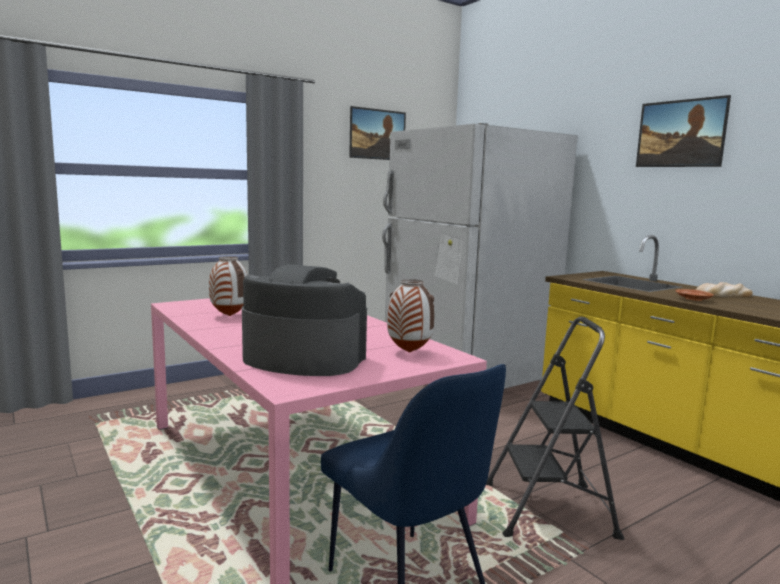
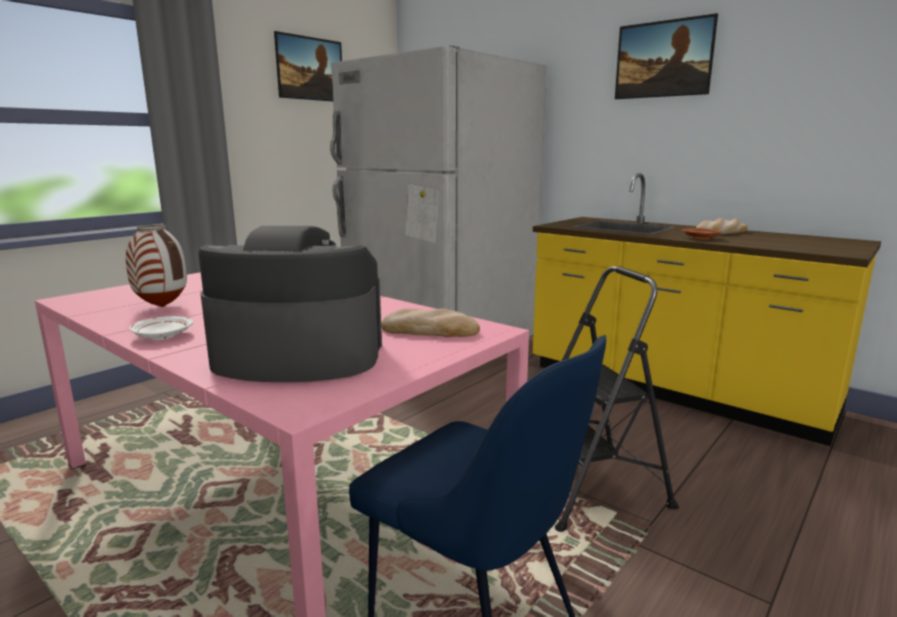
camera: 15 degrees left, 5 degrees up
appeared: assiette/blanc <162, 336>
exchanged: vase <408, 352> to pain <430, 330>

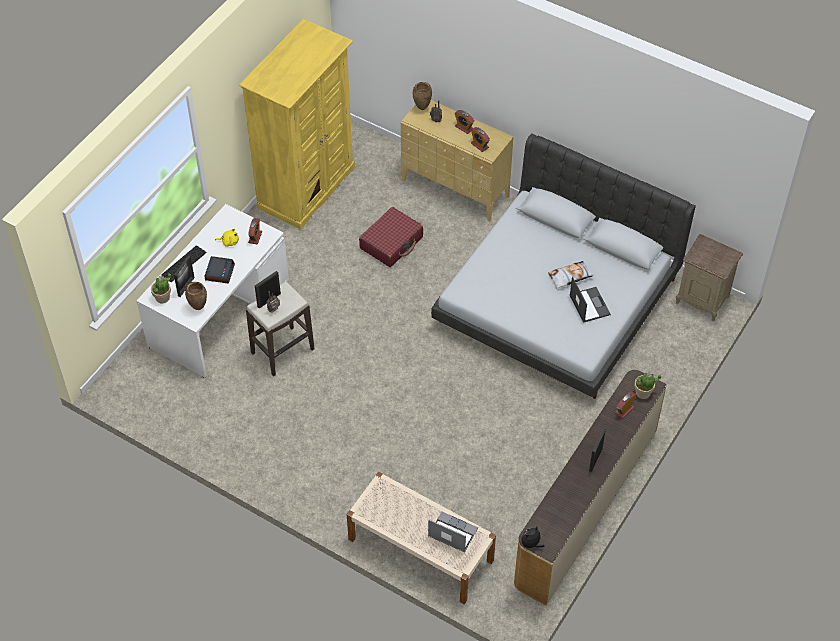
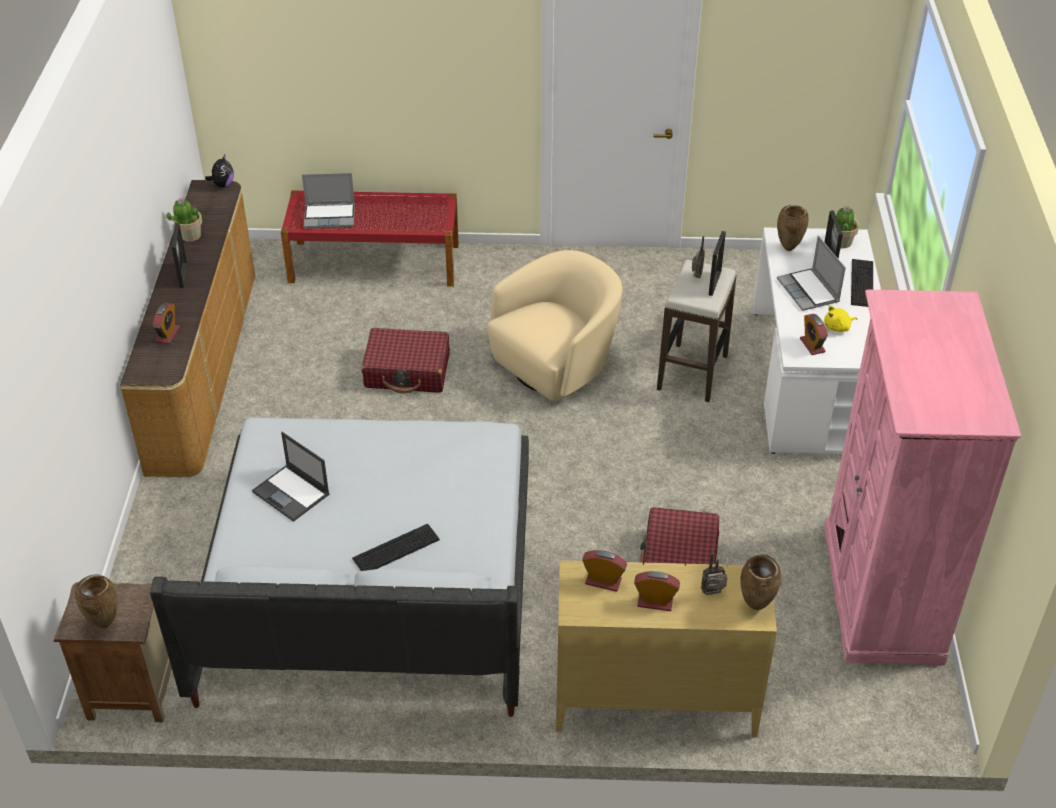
camera: 150 degrees right, 10 degrees down
missing: coussin <570, 277>
appeared: fauteuil/beige <556, 365>; valise/rouge <407, 371>; clavier <396, 549>; vase/marron <105, 623>
relocated: plante en pot <643, 393> to <190, 235>
exchanged: réveil <219, 272> to ordinateur portable <809, 291>
colour: armoire/jaune <306, 187> to armoire/rose <880, 592>; banc/beige <420, 550> to banc/rouge <374, 262>

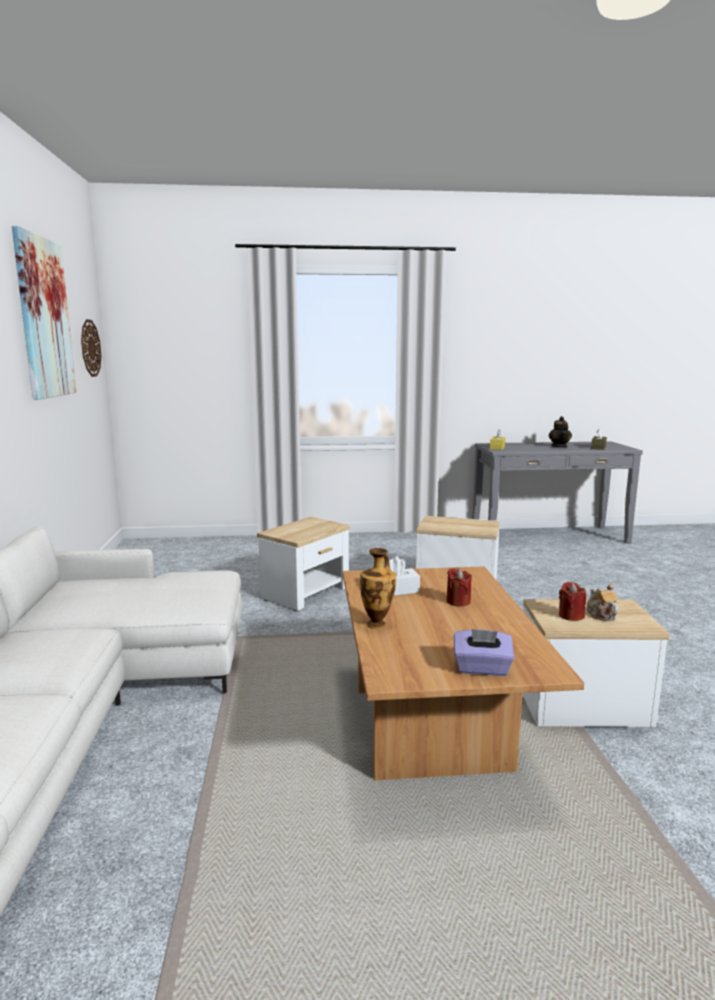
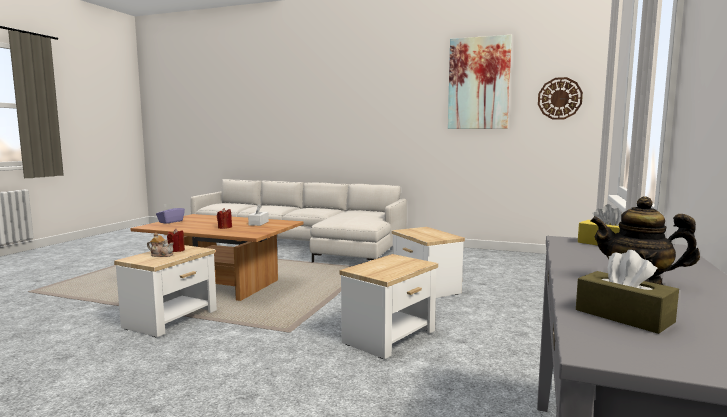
camera: 115 degrees right, 5 degrees down
missing: vase <377, 624>

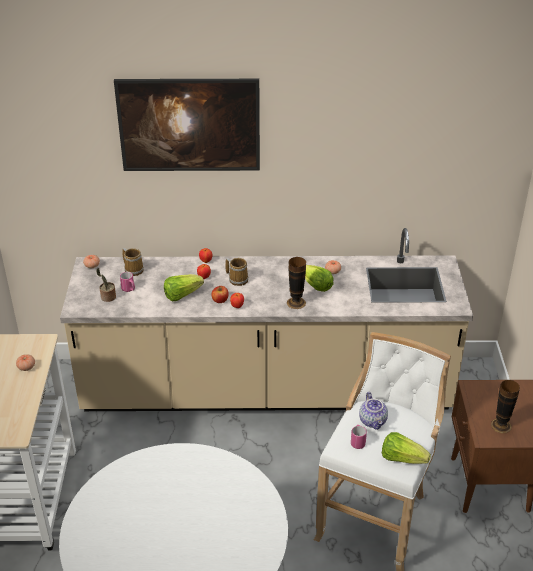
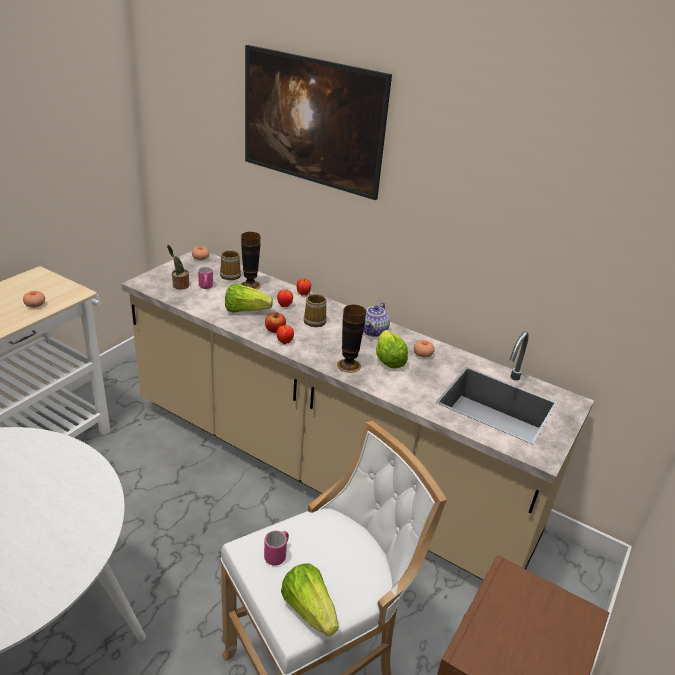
camera: 30 degrees right, 5 degrees down
relocated: vase <501, 425> to <250, 285>; théière <373, 421> to <374, 332>

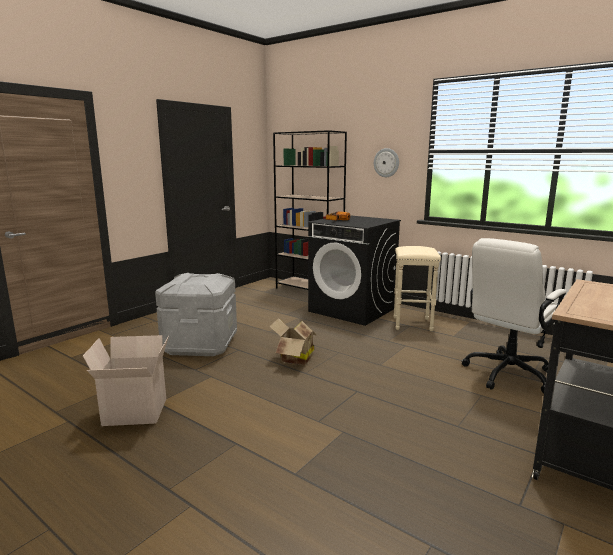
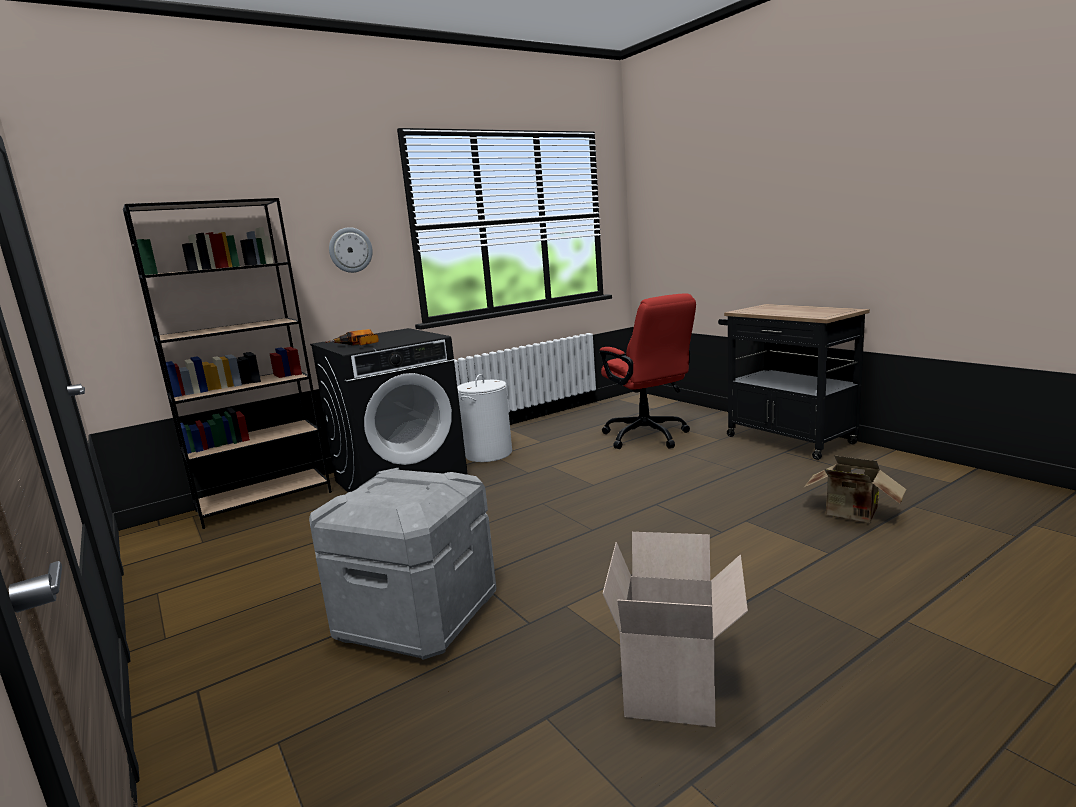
camera: 70 degrees left, 0 degrees up
relocated: carton <294, 359> to <852, 515>
exchanged: tabouret/beige <413, 323> to panier à linge/blanc <488, 453>
colour: chaise de bureau/blanc <506, 376> to chaise de bureau/rouge <648, 438>

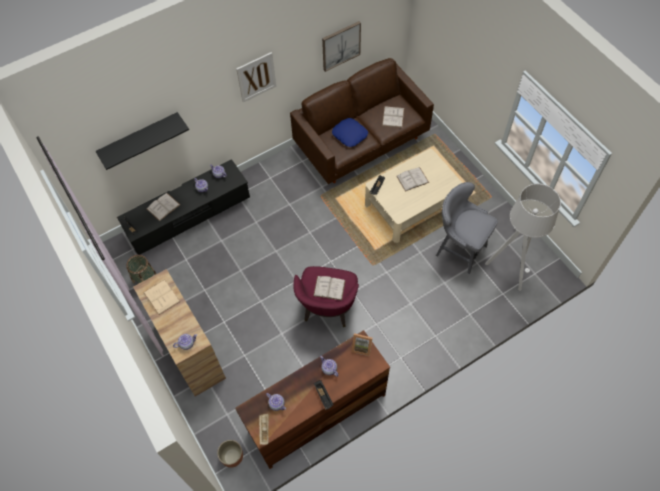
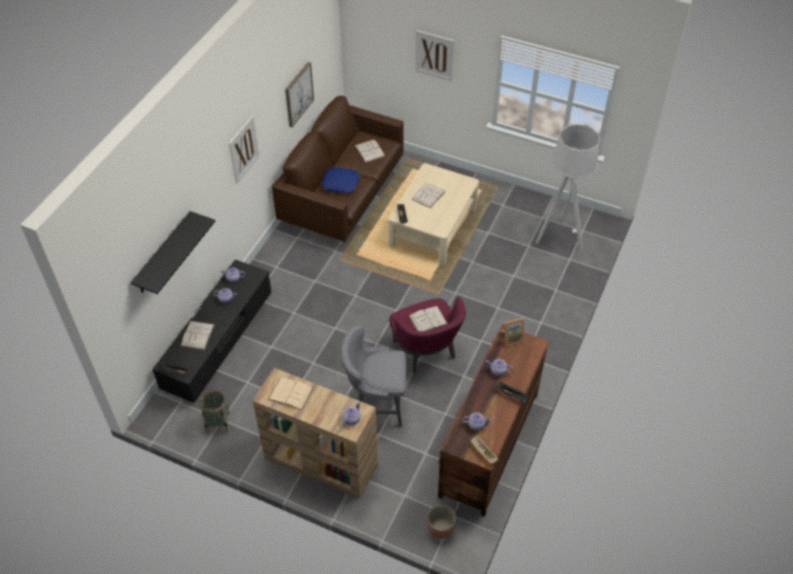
camera: 35 degrees left, 10 degrees down
appeared: tableau <434, 55>
relocated: tabouret/gris <459, 249> to <375, 406>

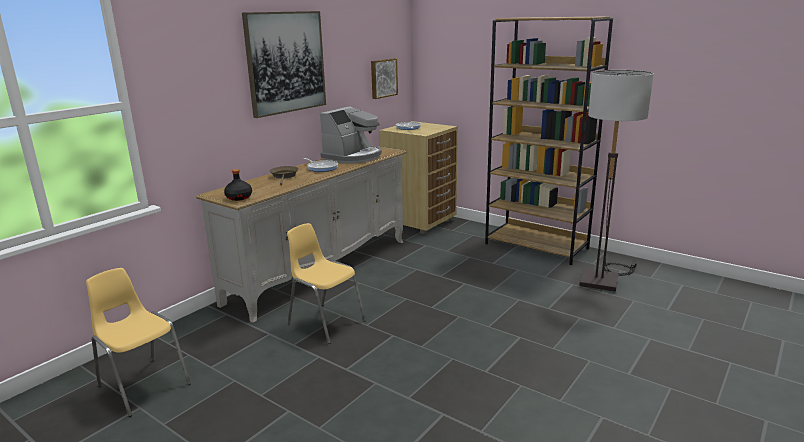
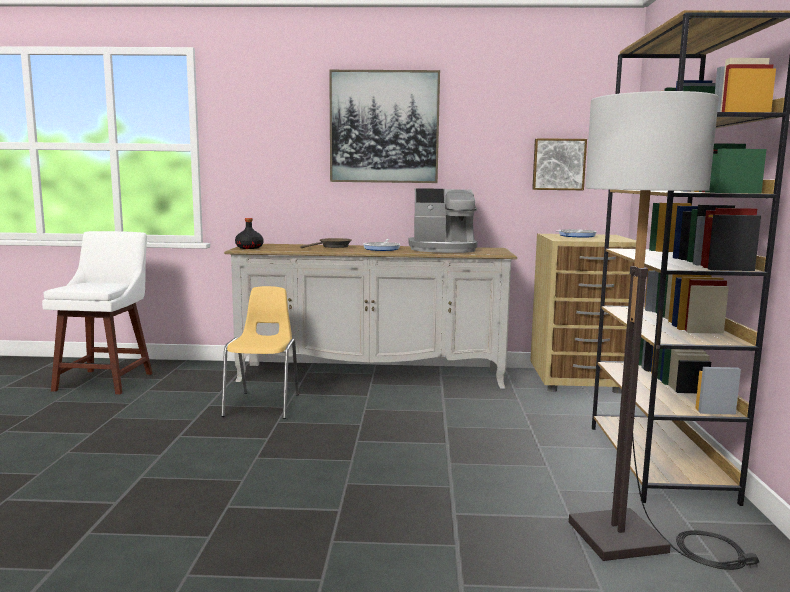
camera: 55 degrees right, 10 degrees down
exchanged: chaise/jaune <143, 385> to tabouret/blanc <107, 380>

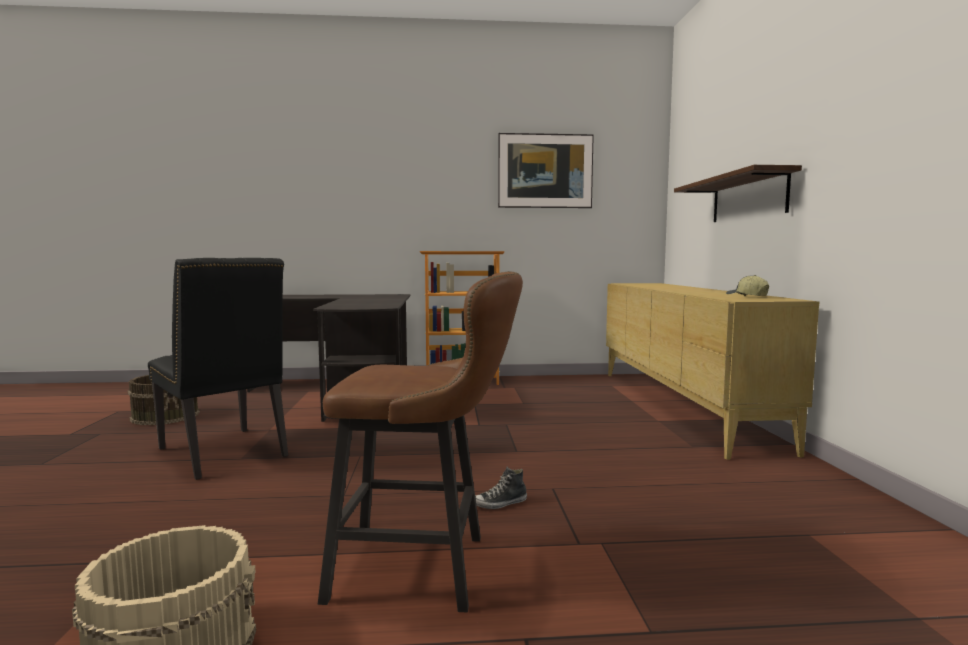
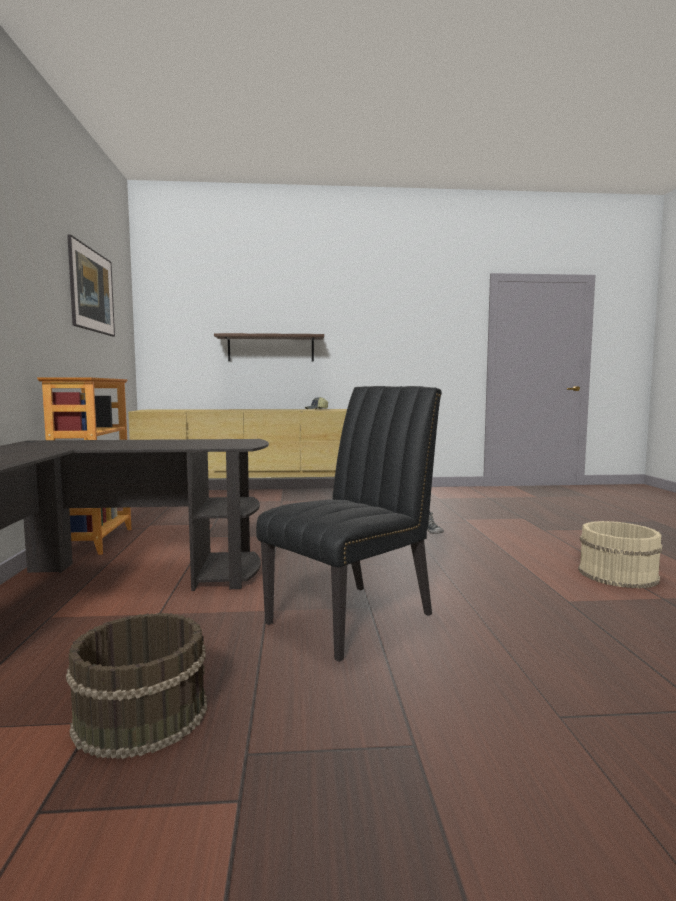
camera: 90 degrees left, 0 degrees up
missing: tabouret/marron <430, 568>

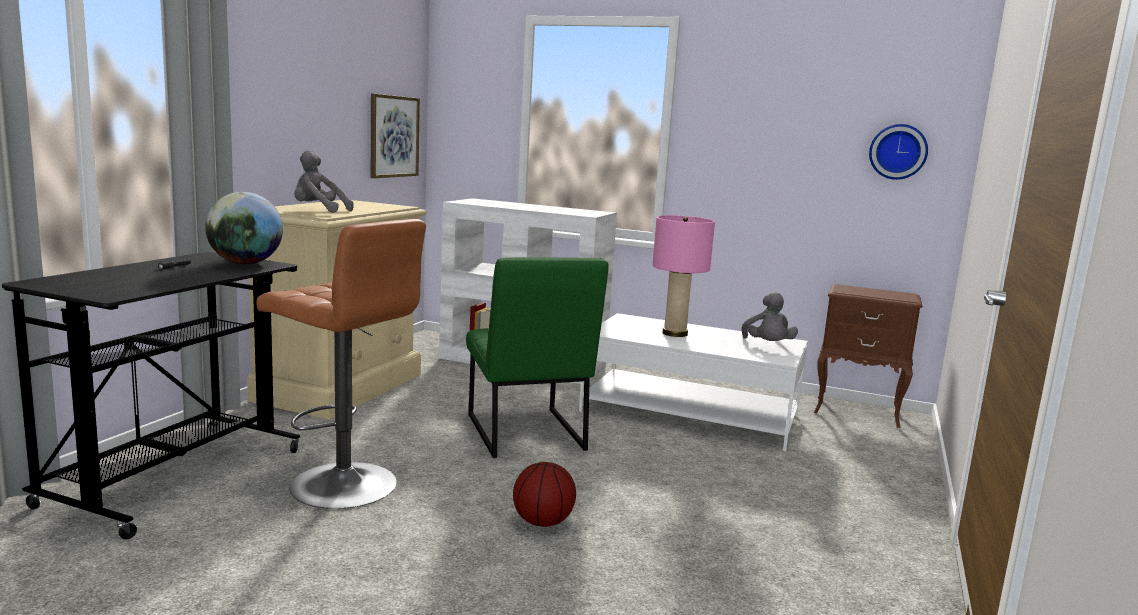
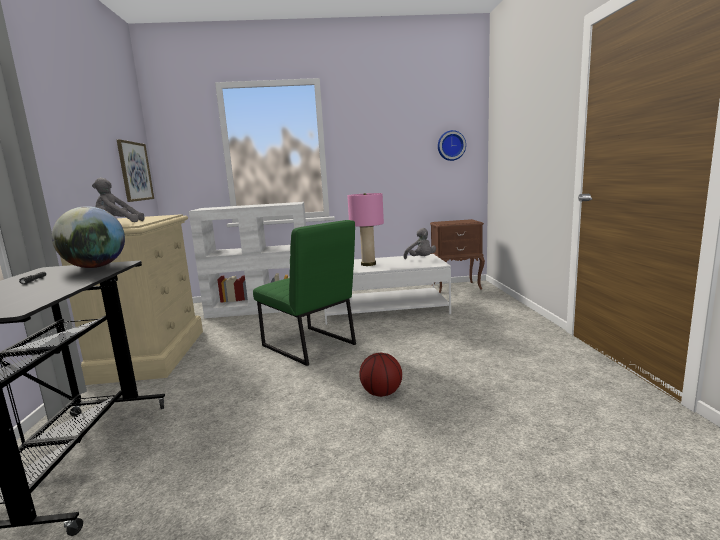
camera: 25 degrees left, 0 degrees up
missing: tabouret/marron <343, 486>

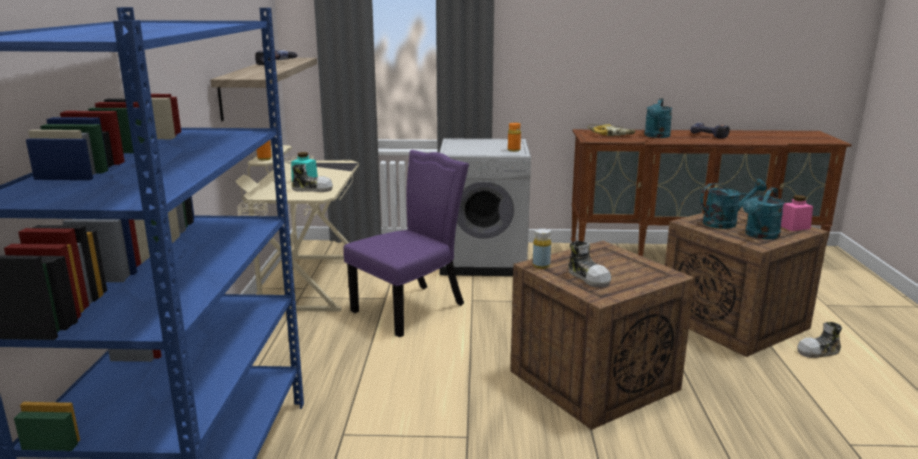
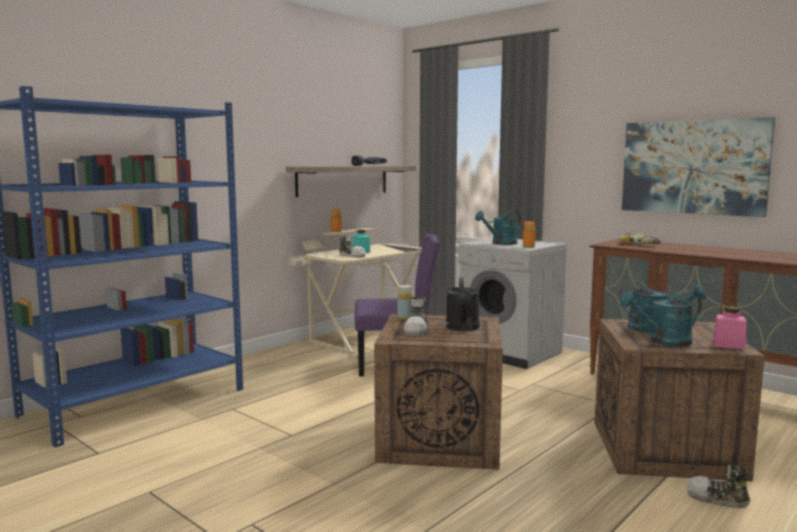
camera: 40 degrees right, 10 degrees down
missing: perceuse <710, 135>
appeared: tableau <693, 167>; arrosoir/noir <463, 328>
relocated: arrosoir/turquoise <656, 136> to <500, 243>

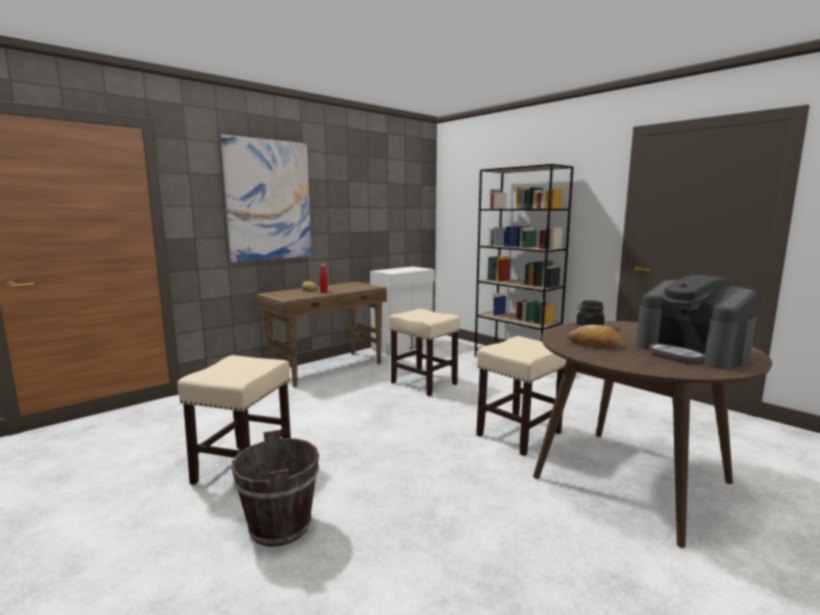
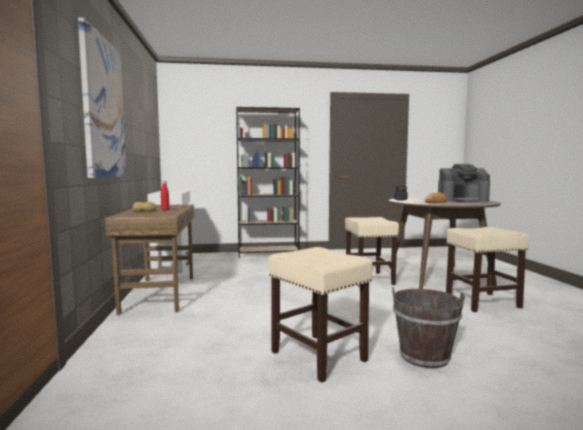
camera: 55 degrees left, 5 degrees down
relocated: tabouret/beige <423, 383> to <481, 302>

